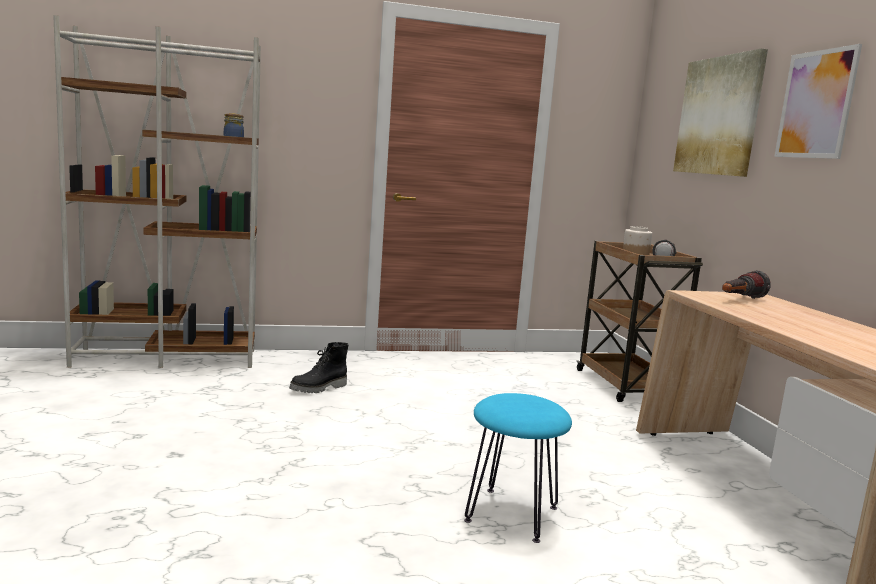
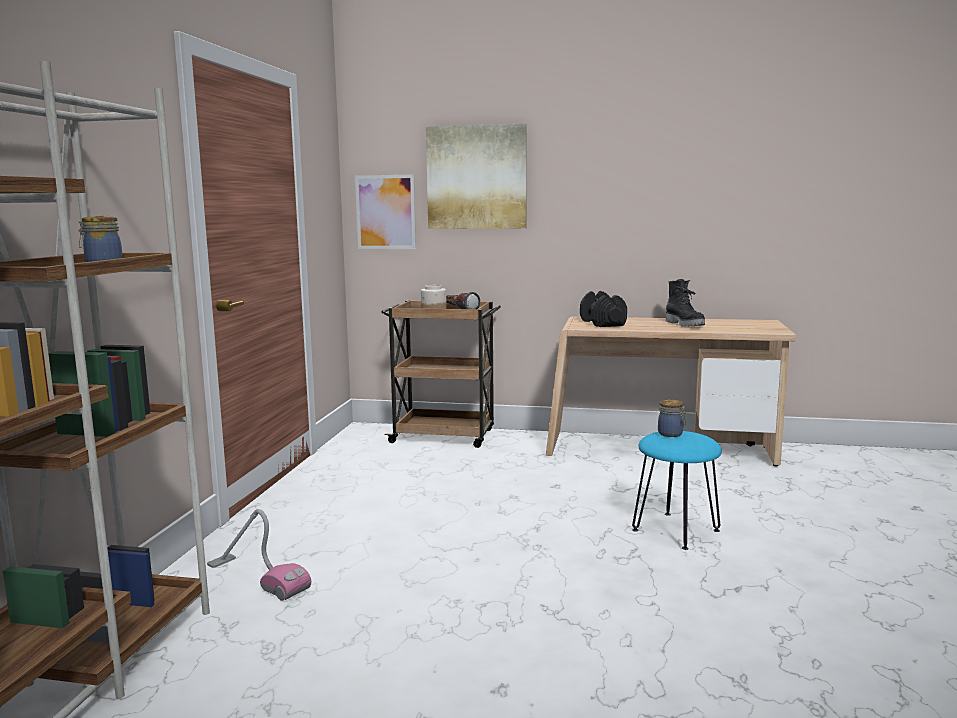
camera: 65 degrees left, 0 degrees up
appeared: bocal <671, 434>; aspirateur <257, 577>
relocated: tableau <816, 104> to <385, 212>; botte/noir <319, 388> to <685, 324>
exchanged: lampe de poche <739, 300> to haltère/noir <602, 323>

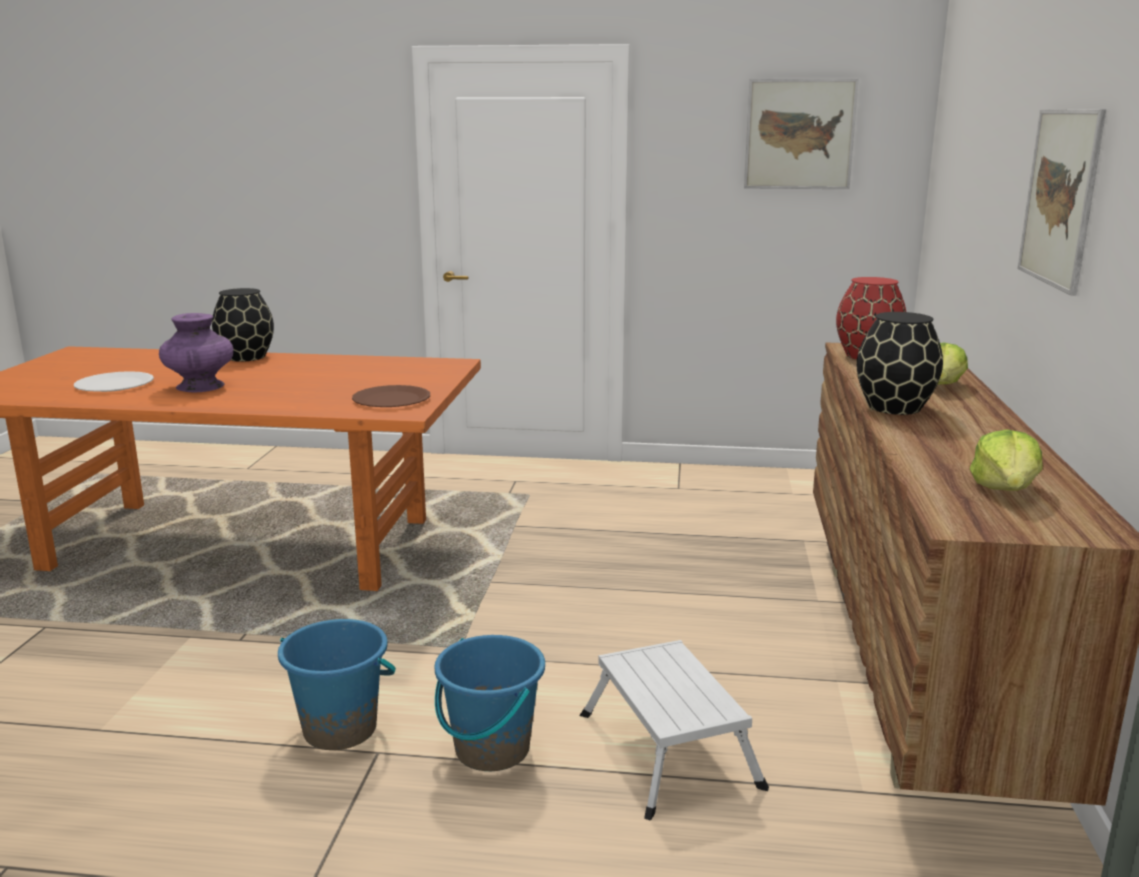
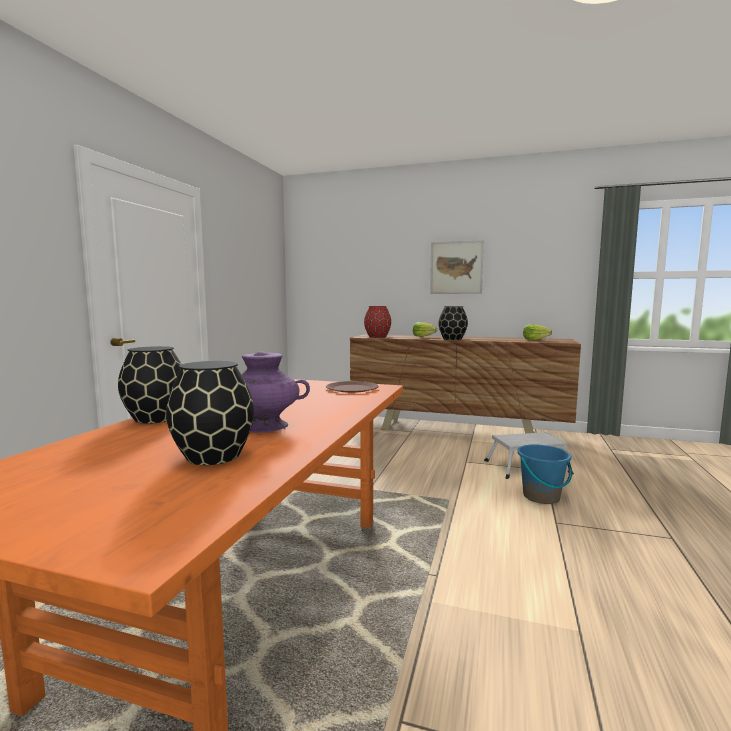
camera: 80 degrees left, 10 degrees down
missing: tableau <799, 134>; seau/bleu <340, 729>
exchanged: assiette/blanc <114, 384> to vase/noir <212, 456>

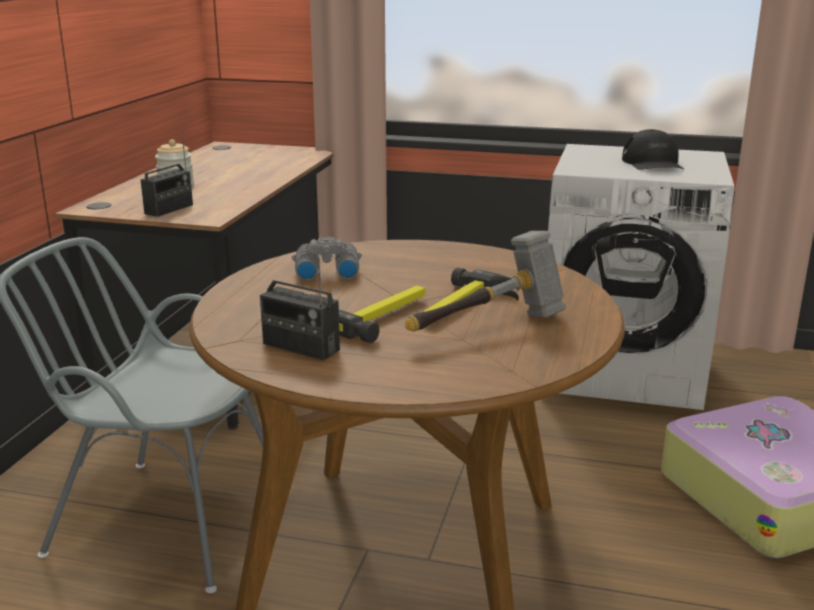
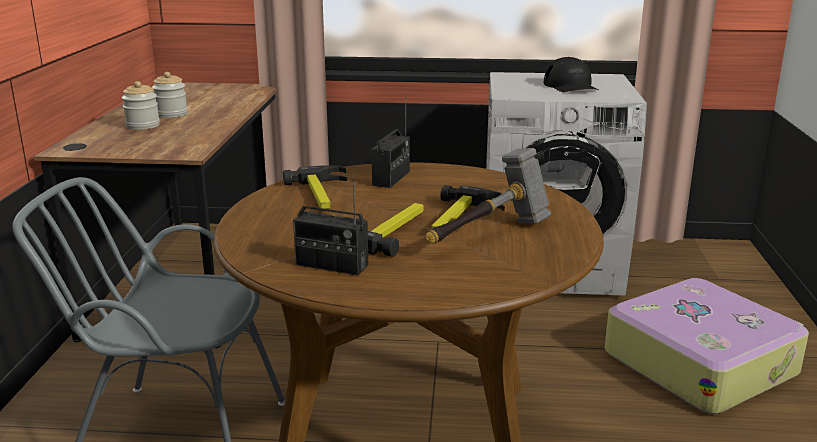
camera: 10 degrees left, 0 degrees up
appeared: bocal <171, 114>
relocated: radio <169, 209> to <391, 178>
exchanged: jumelles/gris <325, 271> to marteau <322, 195>

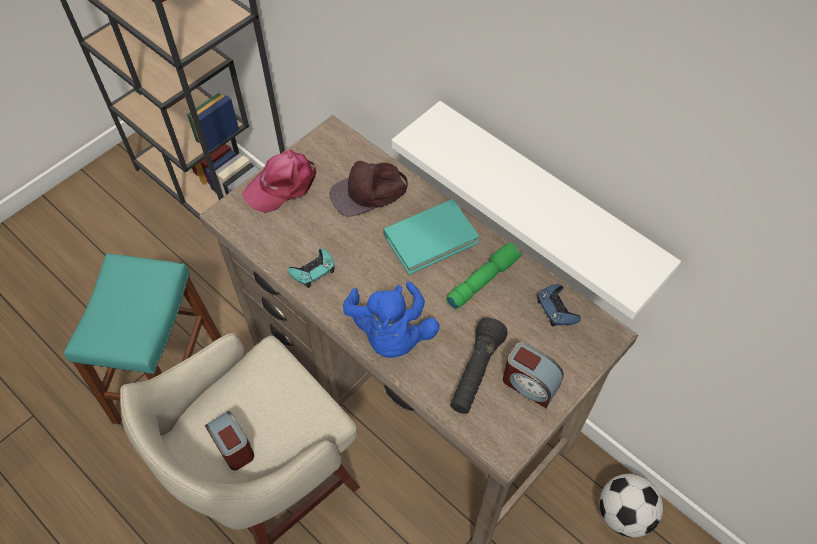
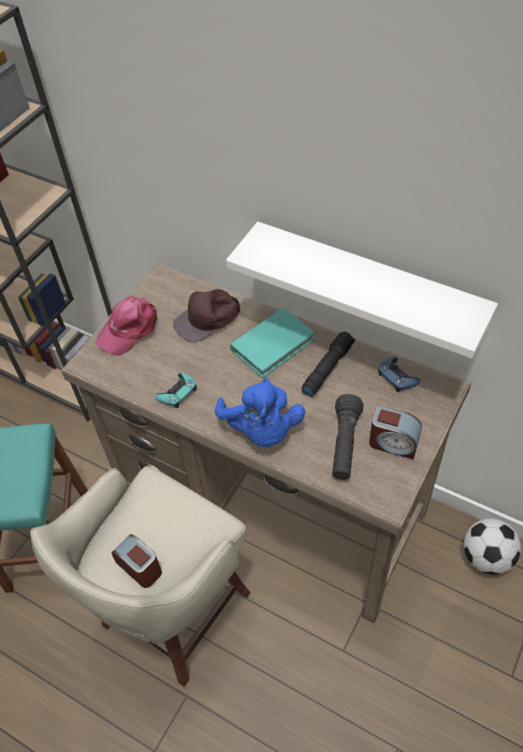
camera: 10 degrees left, 5 degrees down
colour: lampe de poche/vert <482, 279> to lampe de poche/noir <327, 368>

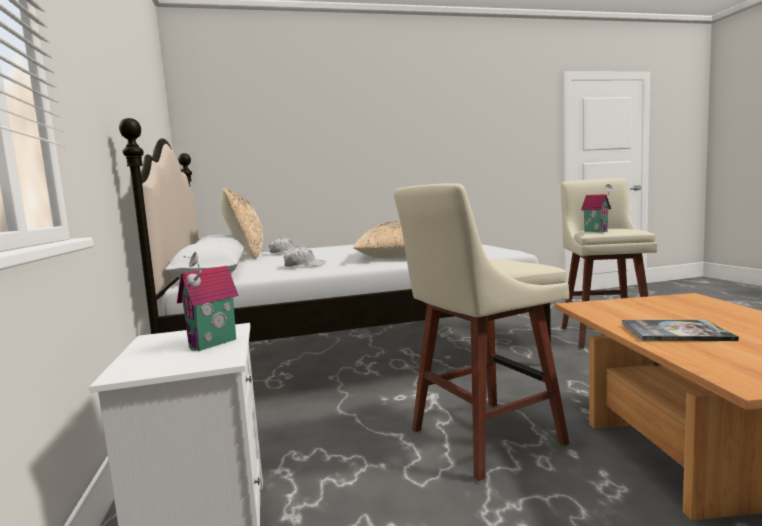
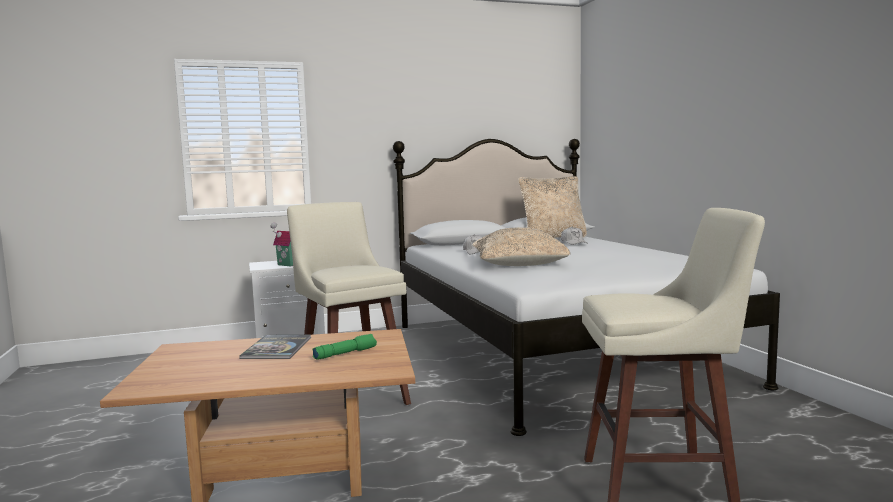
camera: 85 degrees right, 0 degrees up
missing: maison miniature <597, 231>
appeared: lampe de poche/vert <345, 353>

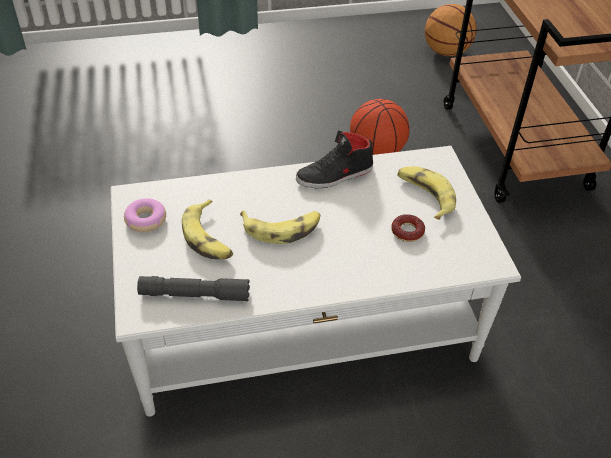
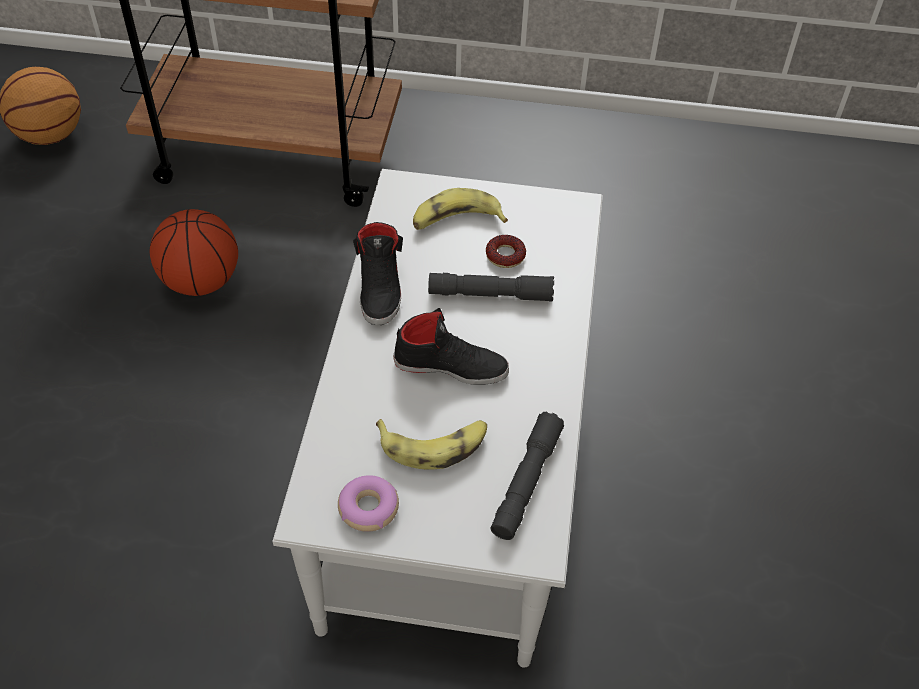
camera: 70 degrees left, 5 degrees up
appeared: lampe de poche/gris <490, 294>
exchanged: banane <282, 228> to chaussure/noir <451, 365>

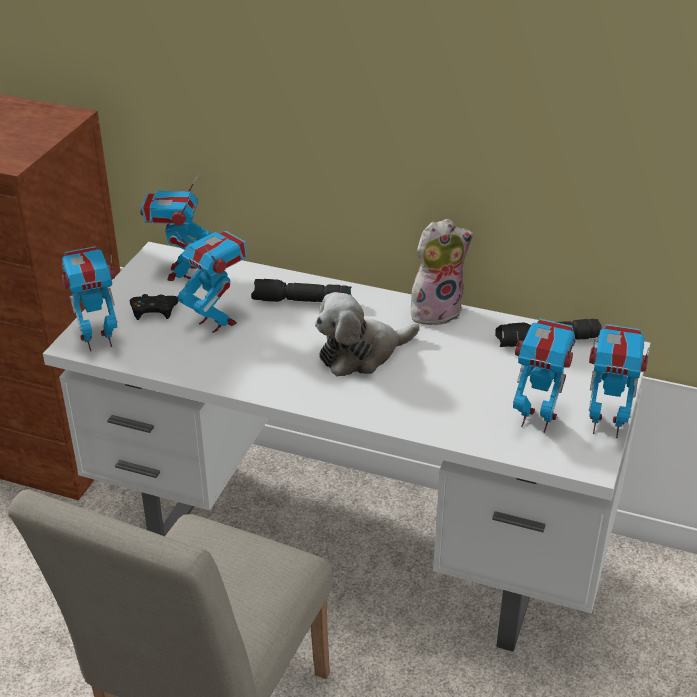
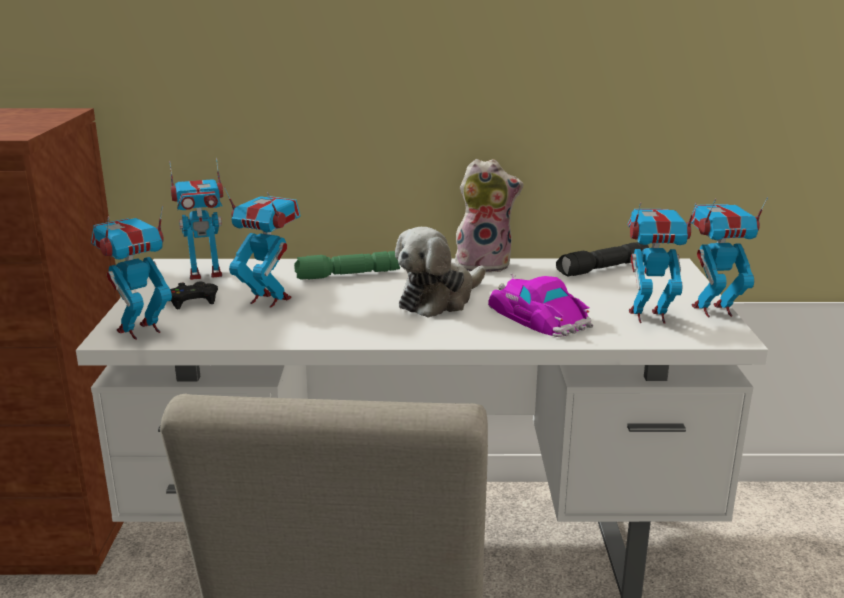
camera: 20 degrees left, 15 degrees down
appeared: petite voiture <539, 316>
colour: lampe de poche/noir <300, 301> to lampe de poche/vert <347, 275>
spun: robot jouet <181, 273> = <205, 273> 90 degrees counterclockwise; peluche <436, 311> = <484, 264> 45 degrees clockwise

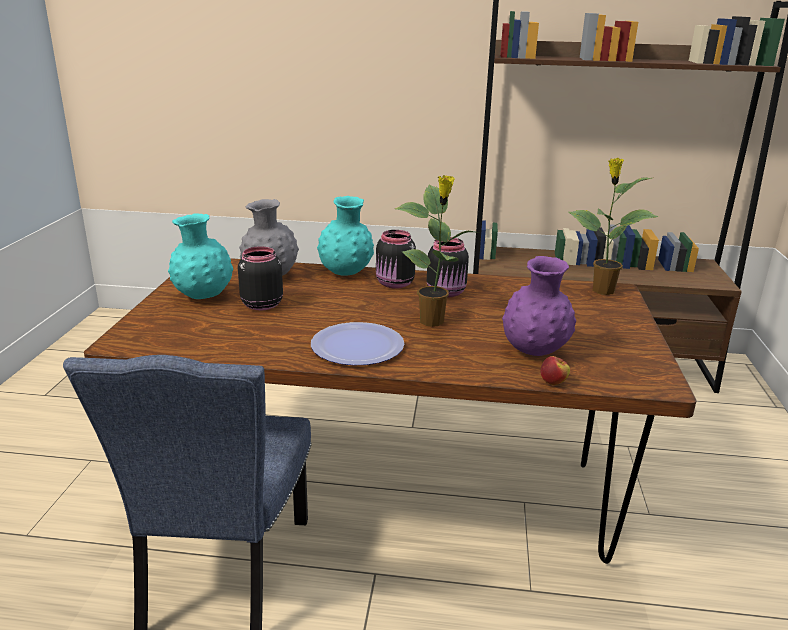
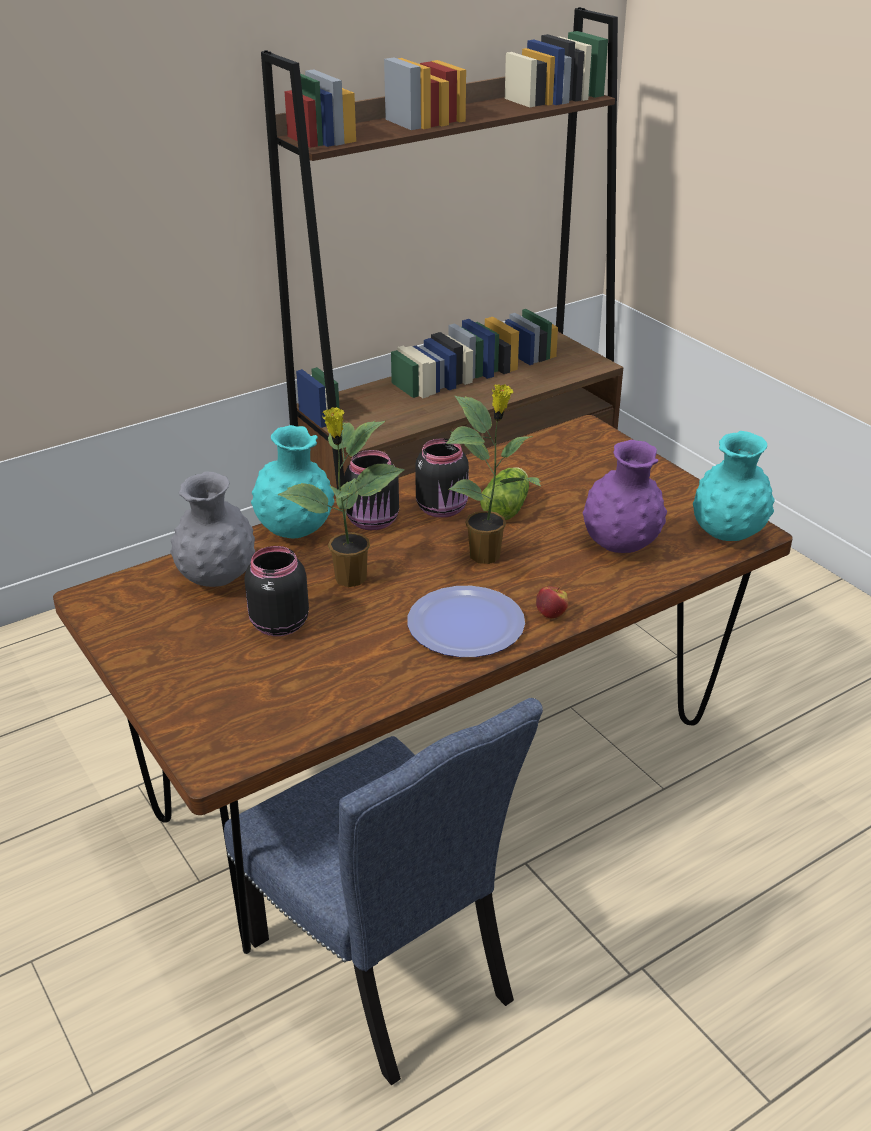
camera: 40 degrees left, 10 degrees up
appeared: laitue <507, 507>
relocated: plante en pot <602, 290> to <349, 579>; vase/turquoise <203, 297> to <727, 535>; pomme <553, 382> to <551, 614>

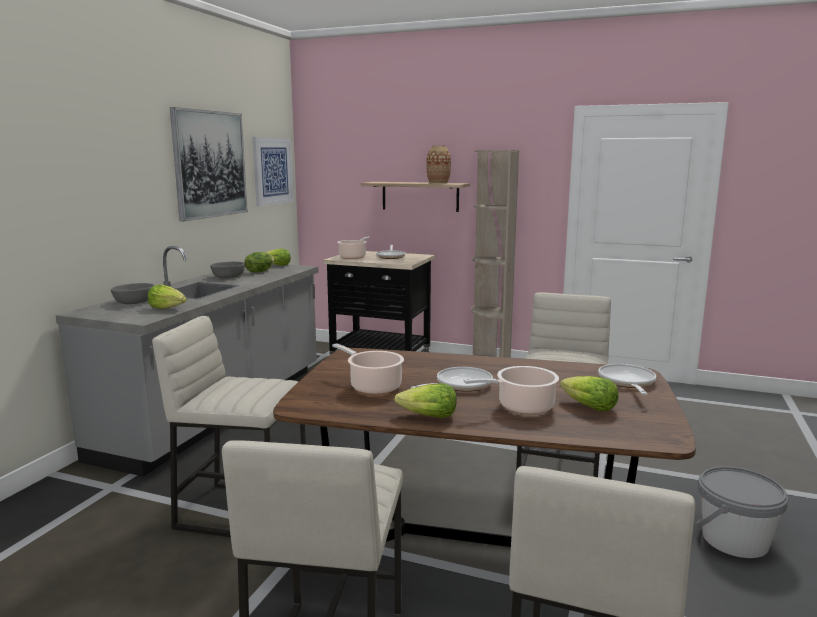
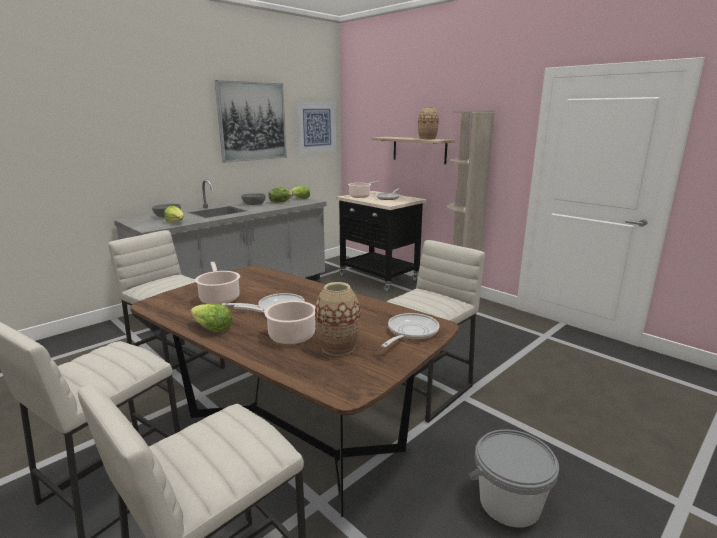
camera: 25 degrees right, 5 degrees up
exchanged: laitue <588, 407> to vase <338, 347>

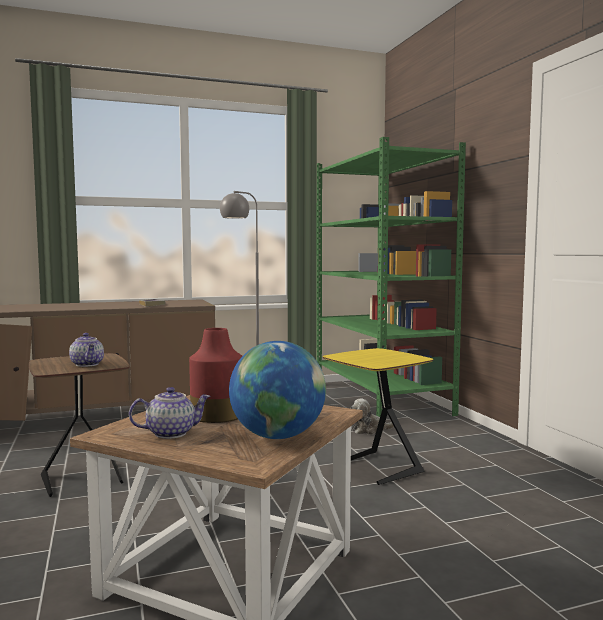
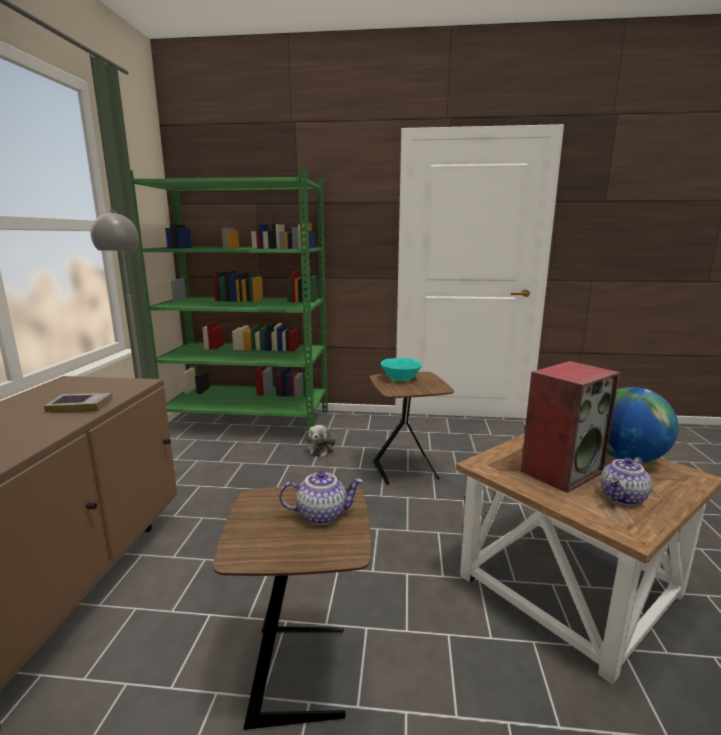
camera: 65 degrees left, 10 degrees up
appeared: bol/turquoise <400, 378>
exchanged: vase/rouge <217, 414> to enceinte <561, 471>
colour: table d'appoint/jaune <376, 468> to table d'appoint/marron <407, 471>
spun: théière <171, 433> = <623, 498> 135 degrees counterclockwise

